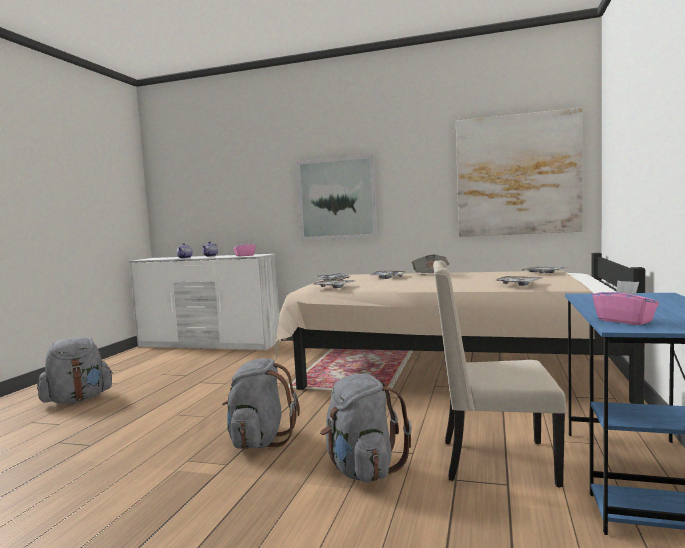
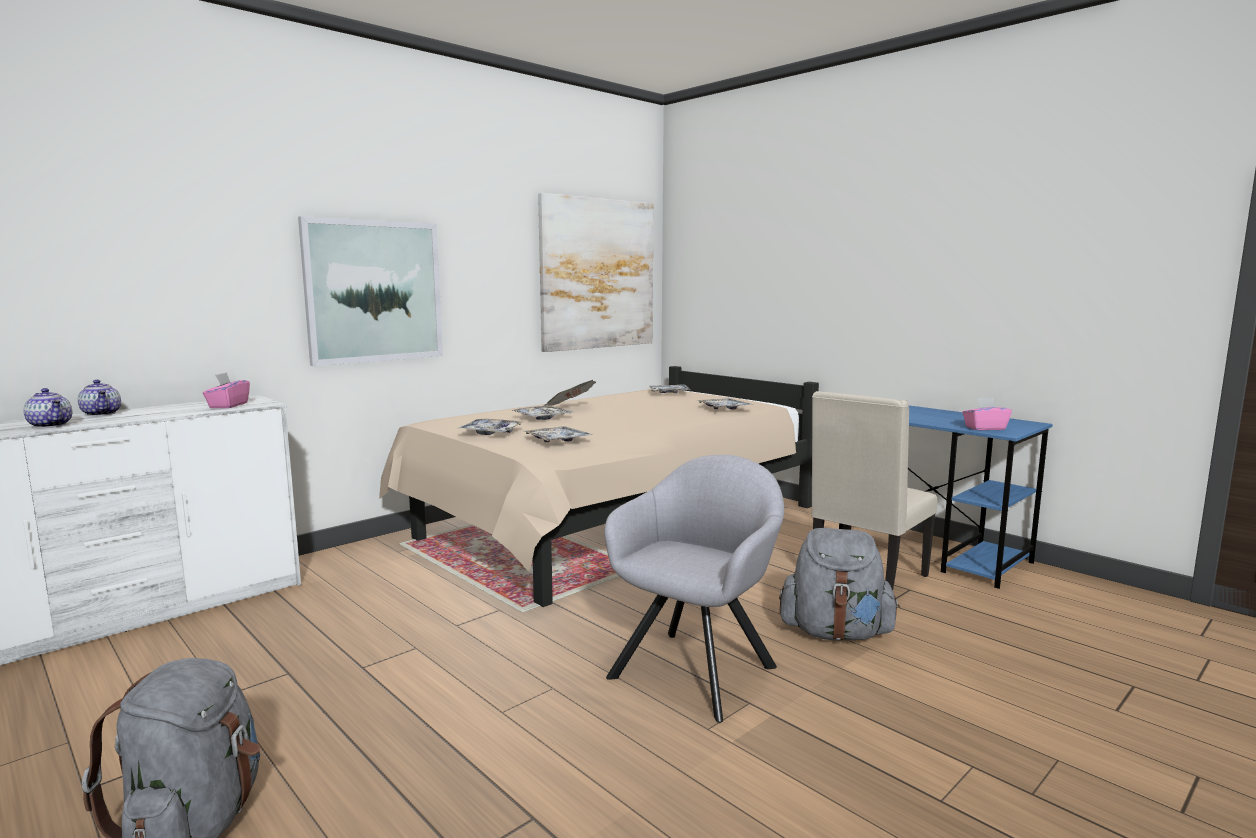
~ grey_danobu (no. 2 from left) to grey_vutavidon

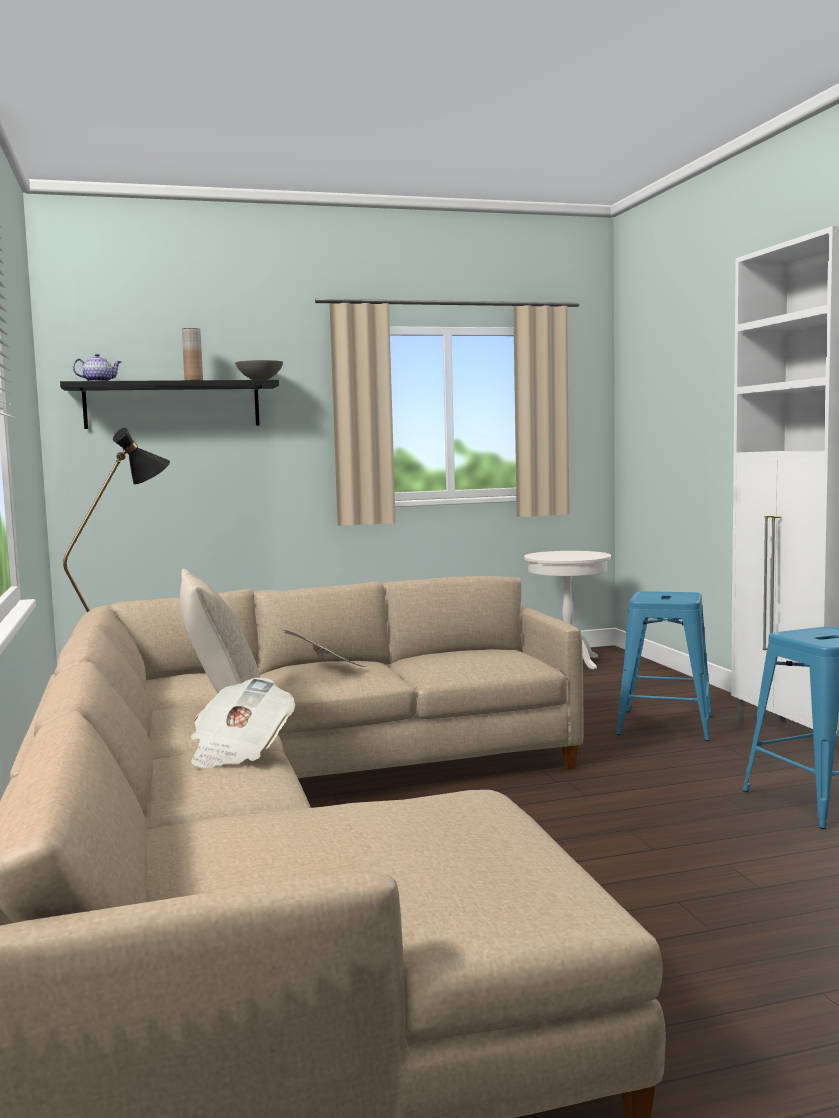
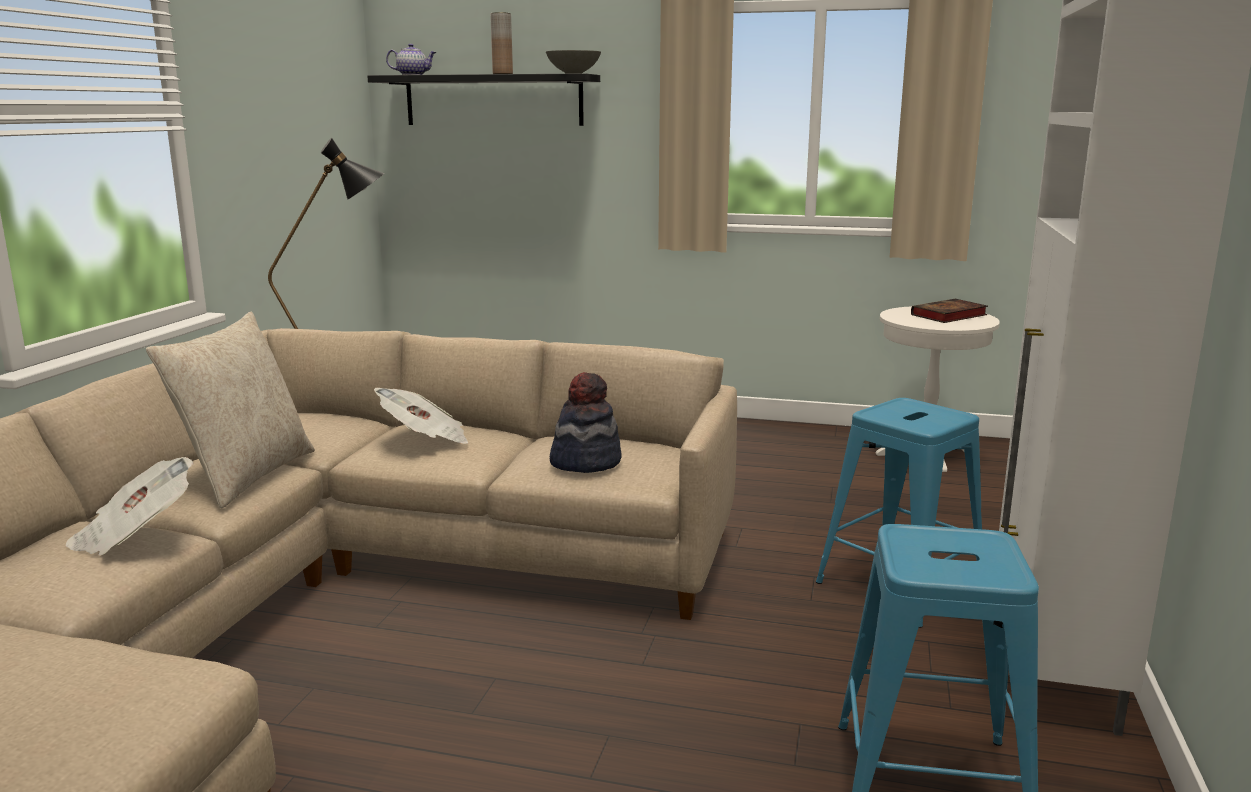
+ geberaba
+ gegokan

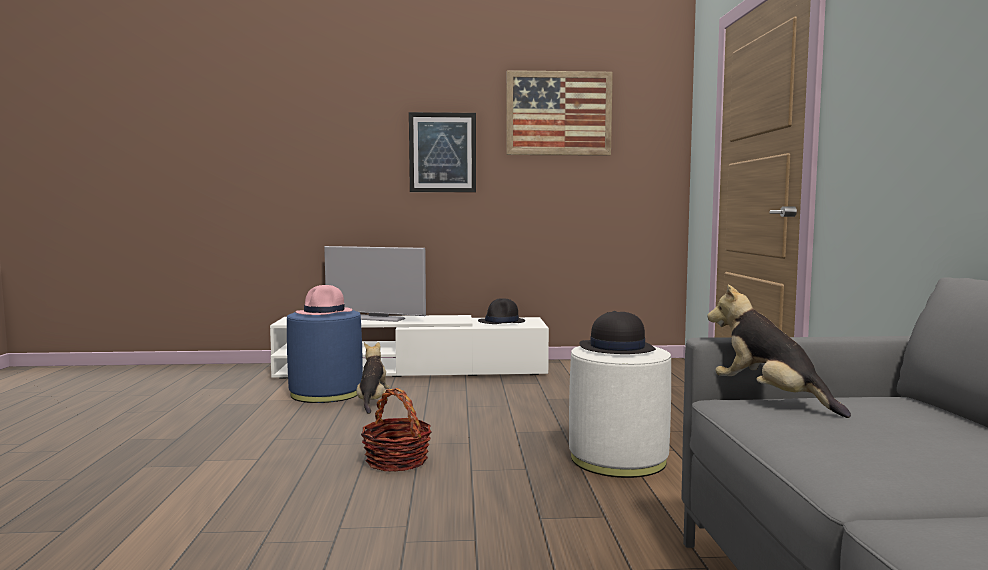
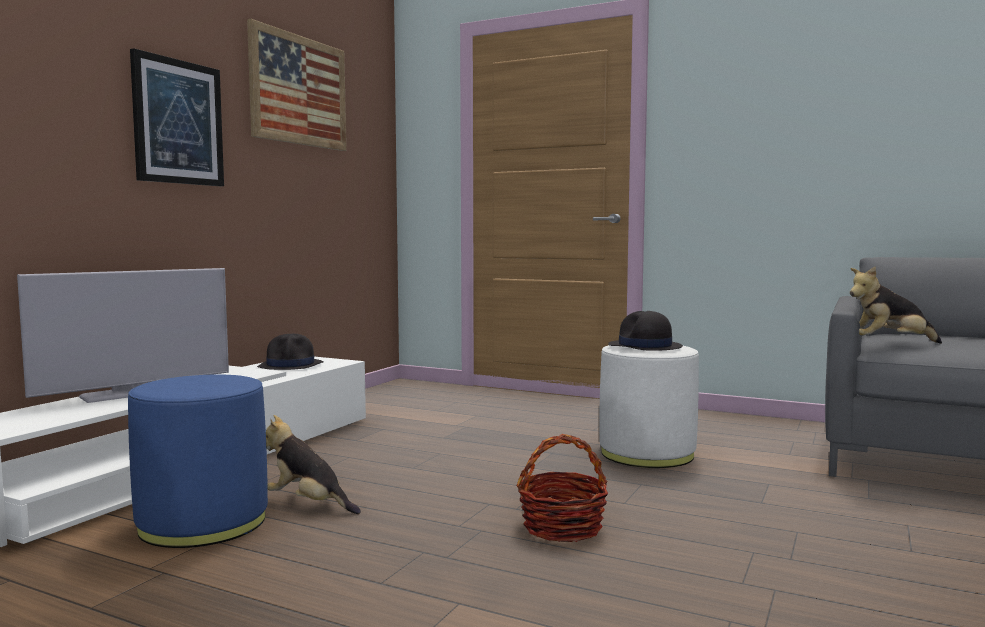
- pink_geberaba

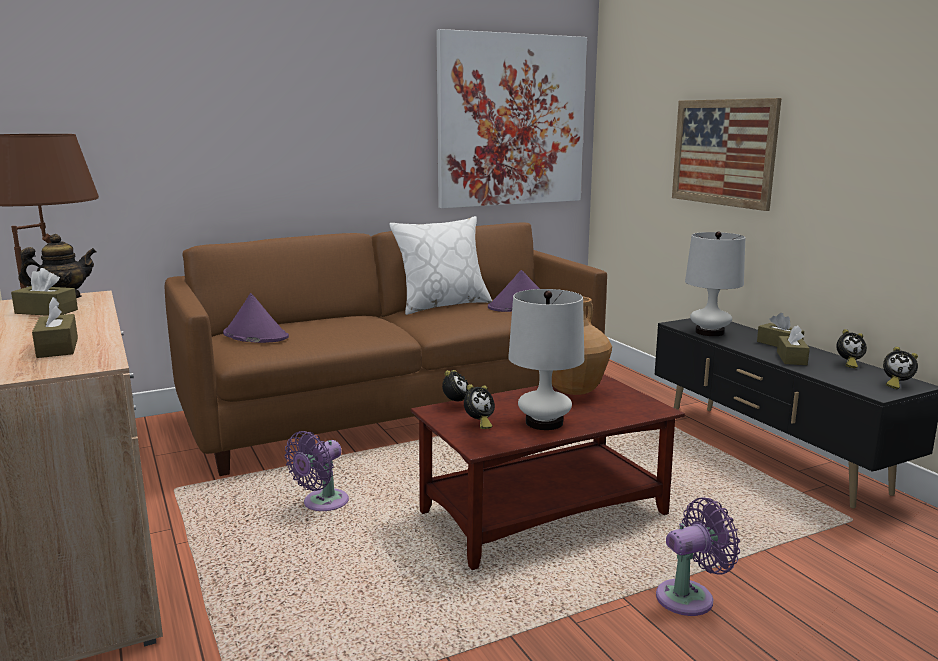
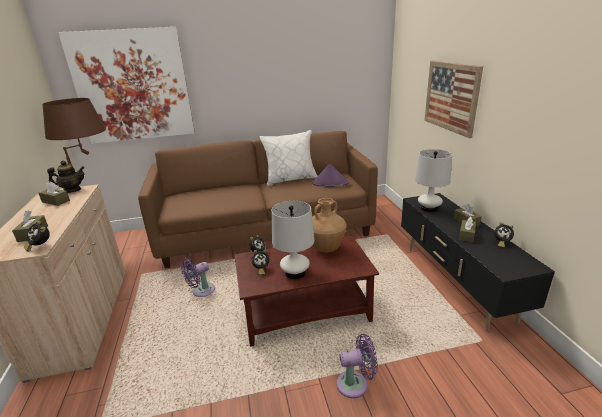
- purple_geberaba (no. 1 from left)
~ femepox (no. 1 from left)
~ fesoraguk (no. 4 from left in the first image) to fesoraguk (no. 1 from left)

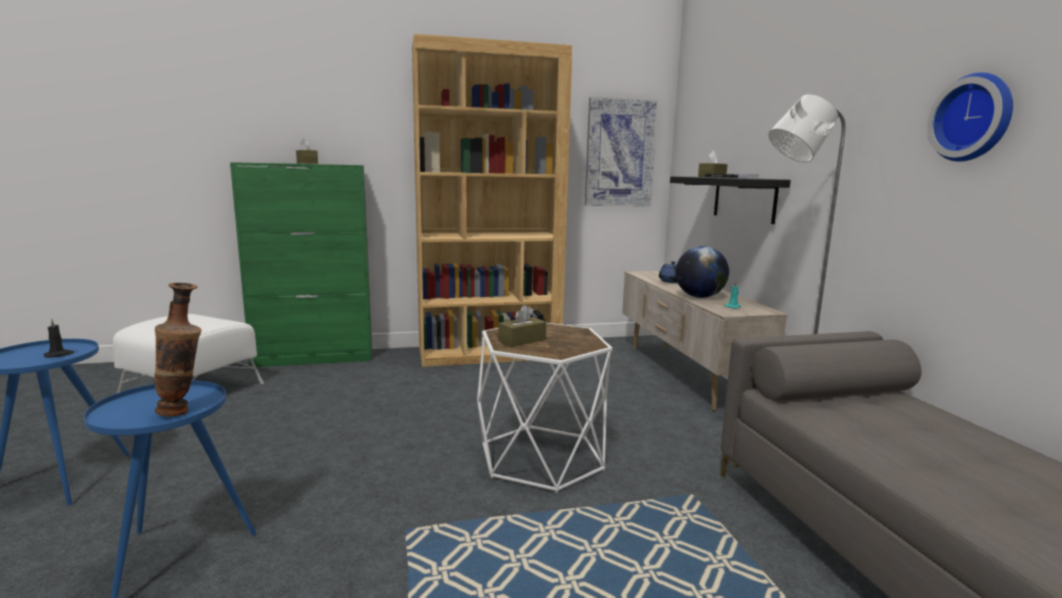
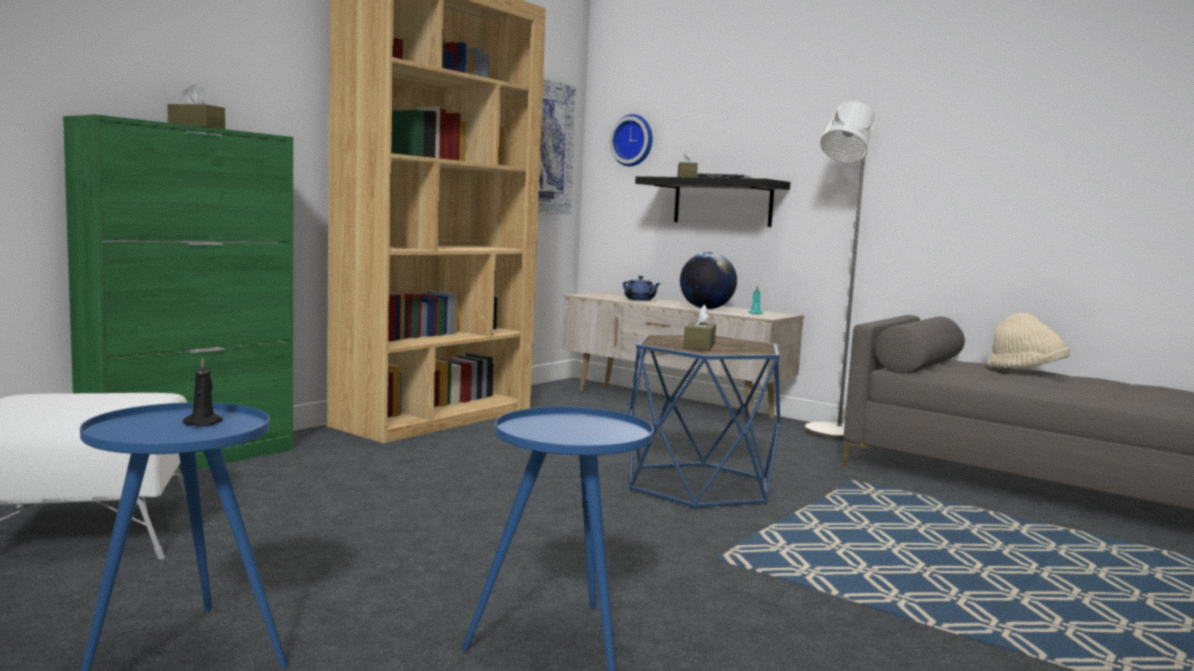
- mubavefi
+ beige_geberaba
~ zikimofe
~ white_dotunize to blue_dotunize (no. 3 from left)

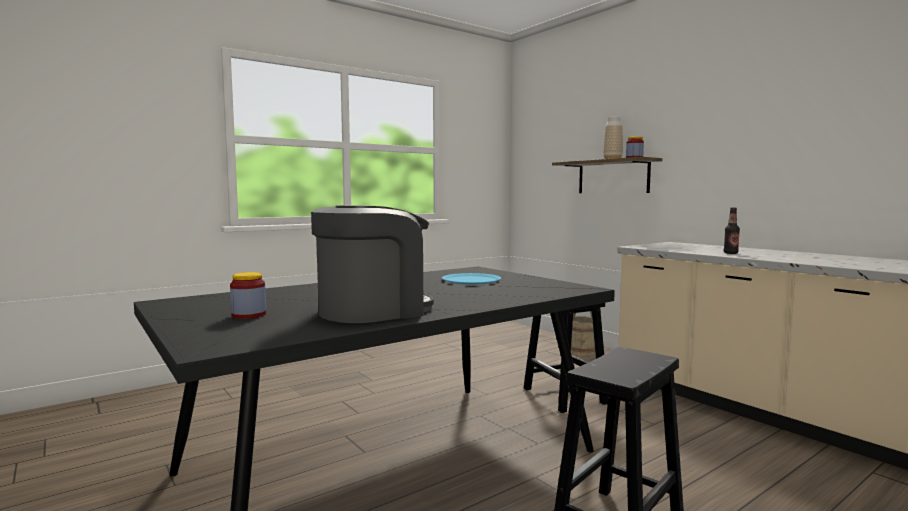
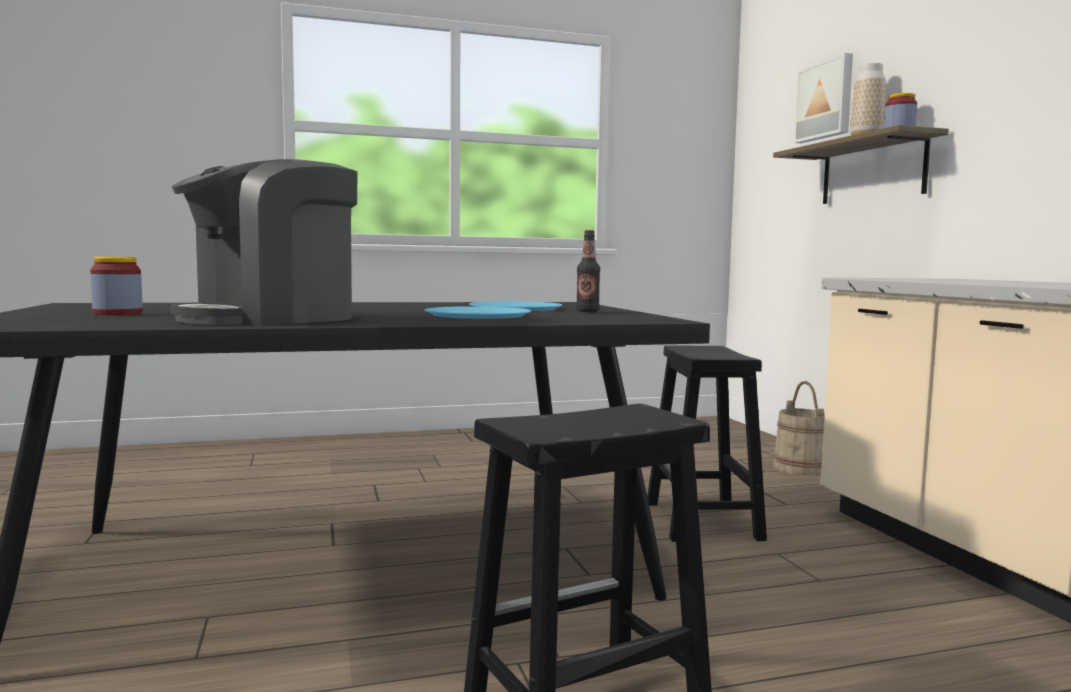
+ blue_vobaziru (no. 1 from left)
+ femepox
~ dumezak
~ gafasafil 150 degrees clockwise

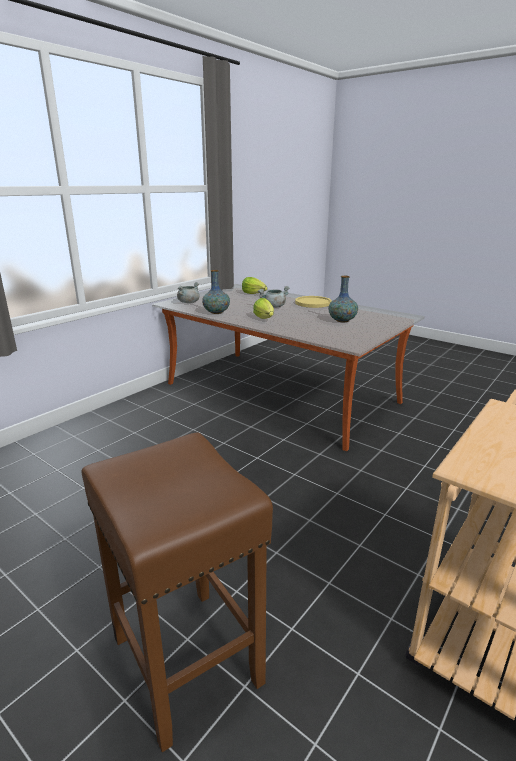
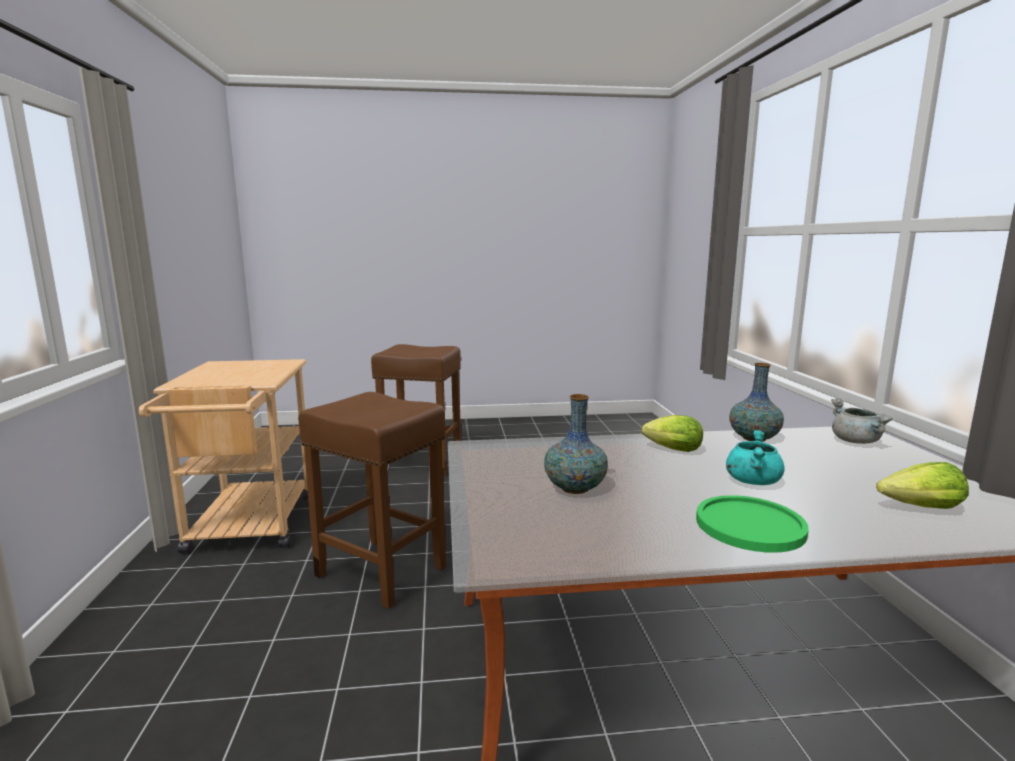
+ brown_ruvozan (no. 1 from left)
~ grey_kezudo (no. 2 from left) to turquoise_kezudo
~ yellow_vobaziru to green_vobaziru

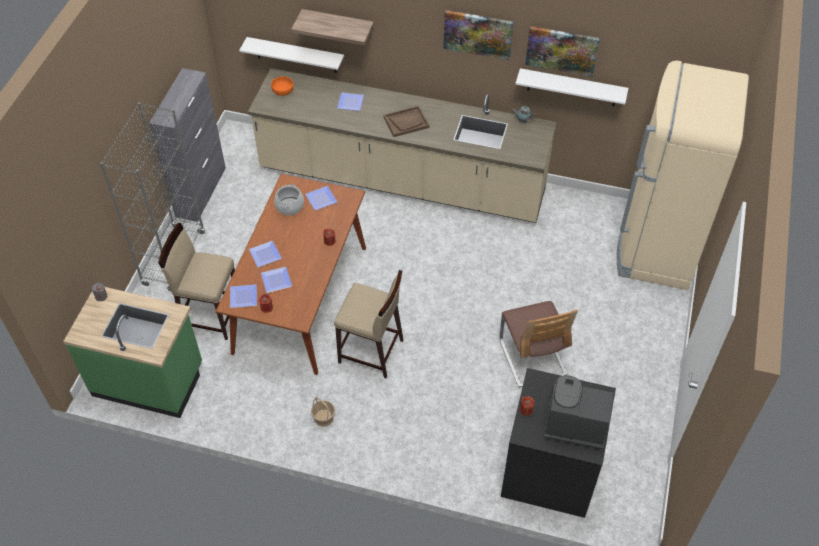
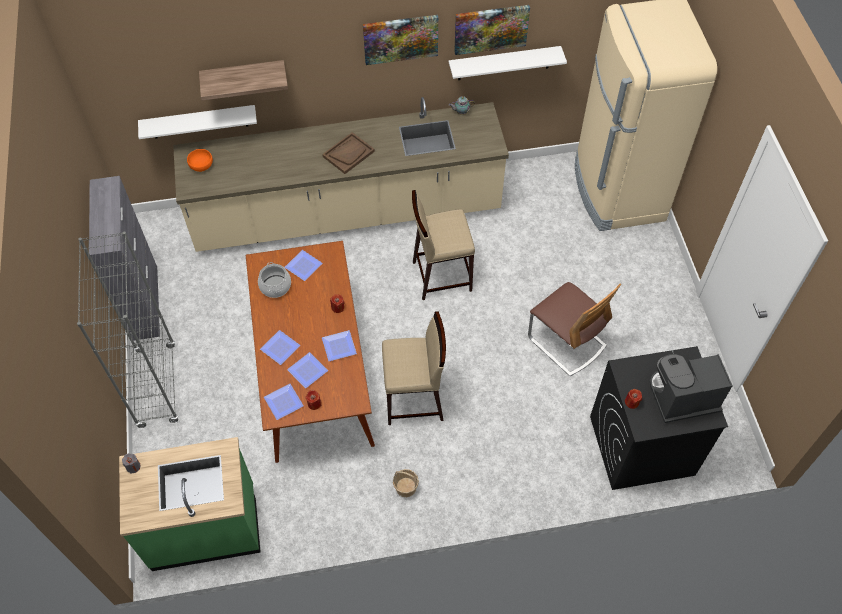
~ beige_ruvozan (no. 1 from left in the first image) to beige_ruvozan (no. 2 from left)
~ vobaziru (no. 5 from left)

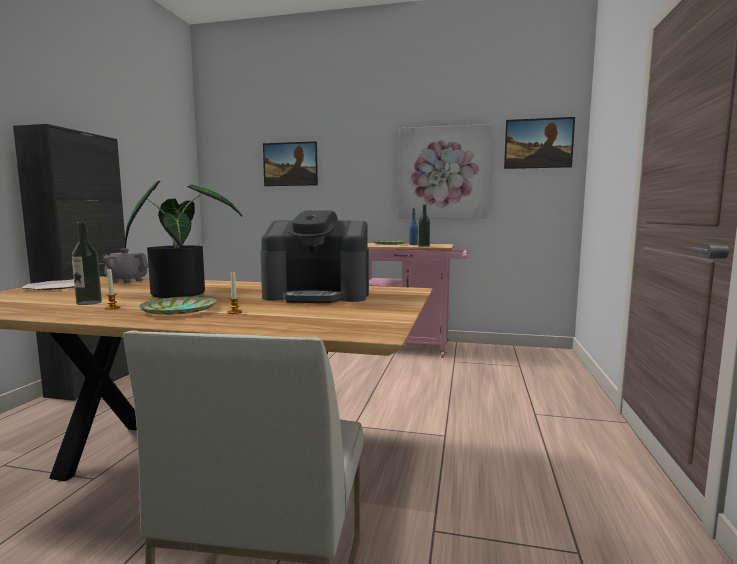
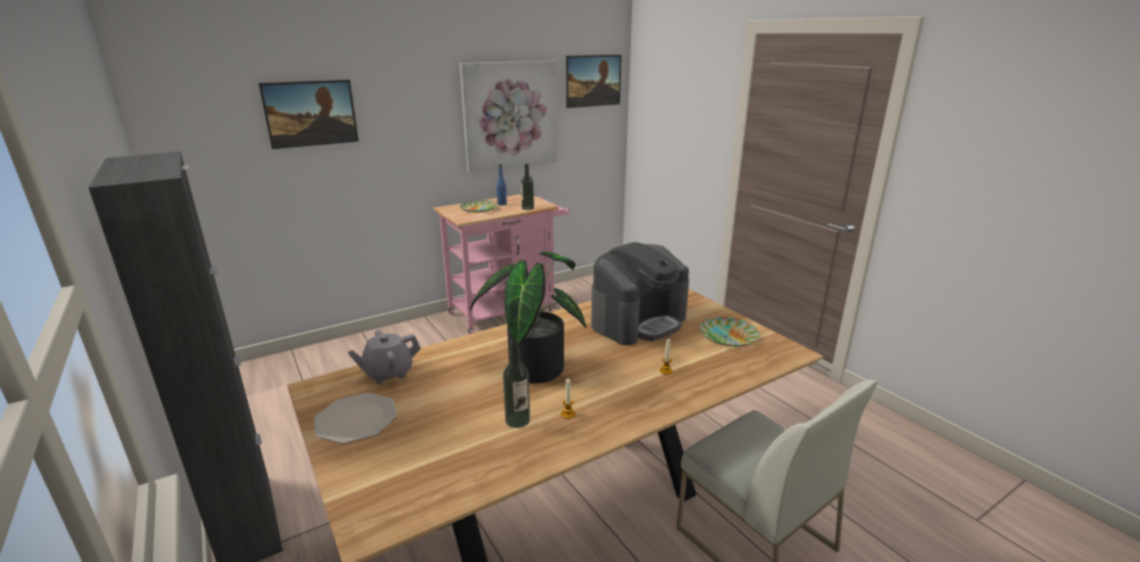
~ vobaziru (no. 2 from left in the first image) to vobaziru (no. 3 from left)

